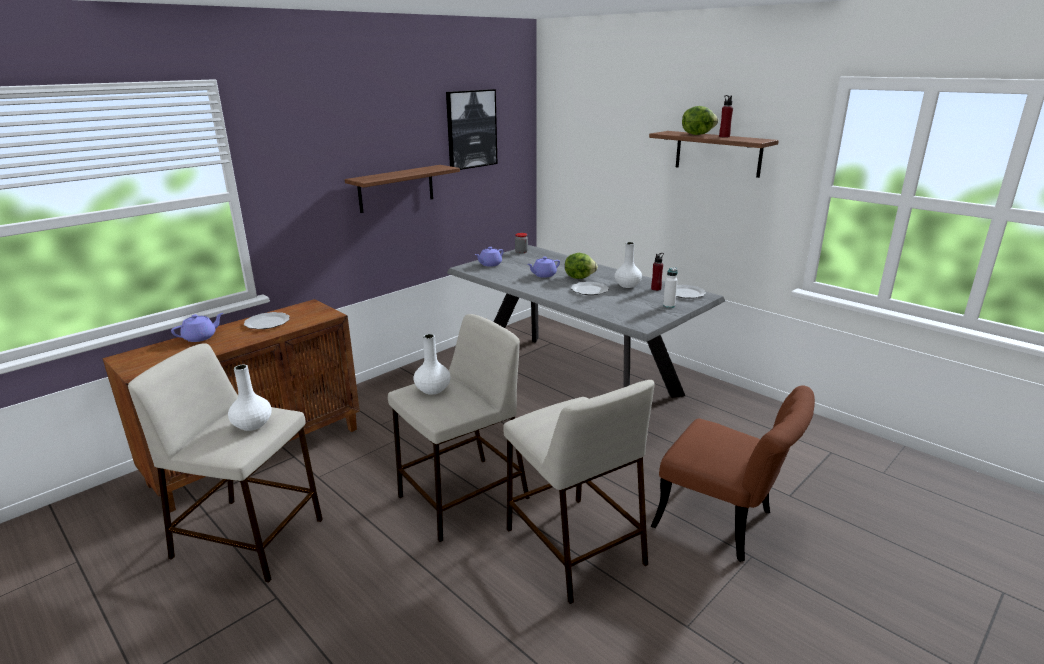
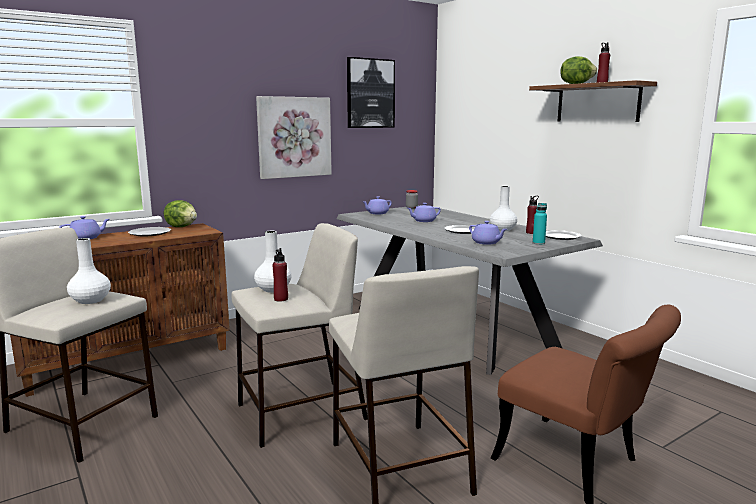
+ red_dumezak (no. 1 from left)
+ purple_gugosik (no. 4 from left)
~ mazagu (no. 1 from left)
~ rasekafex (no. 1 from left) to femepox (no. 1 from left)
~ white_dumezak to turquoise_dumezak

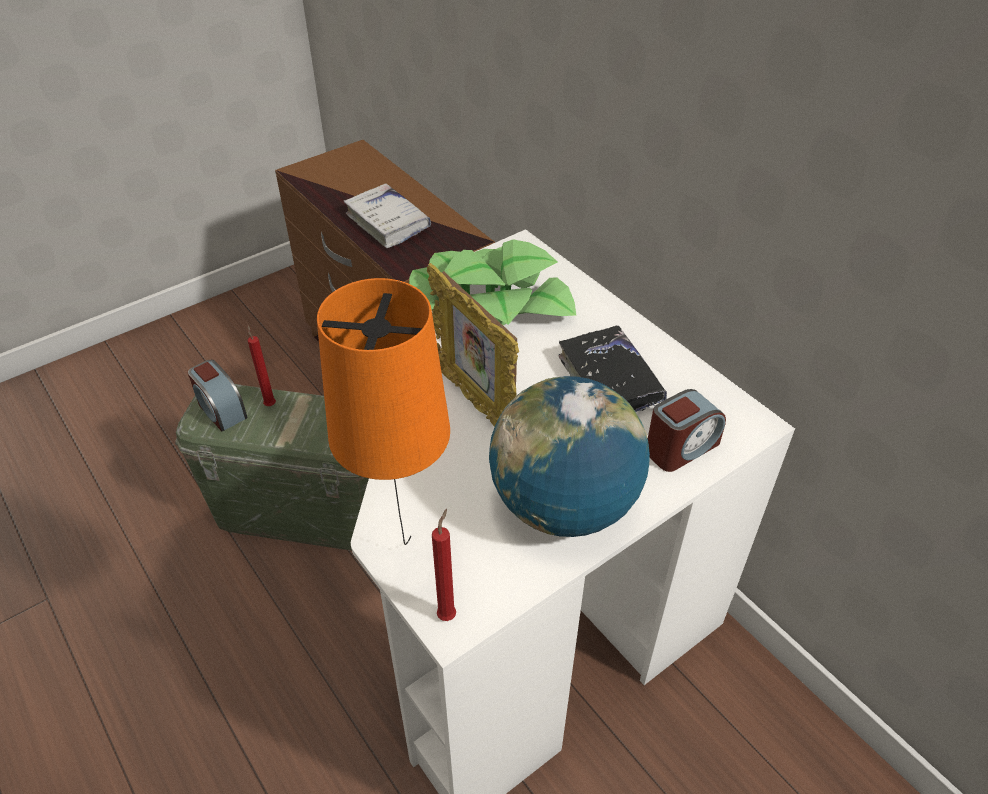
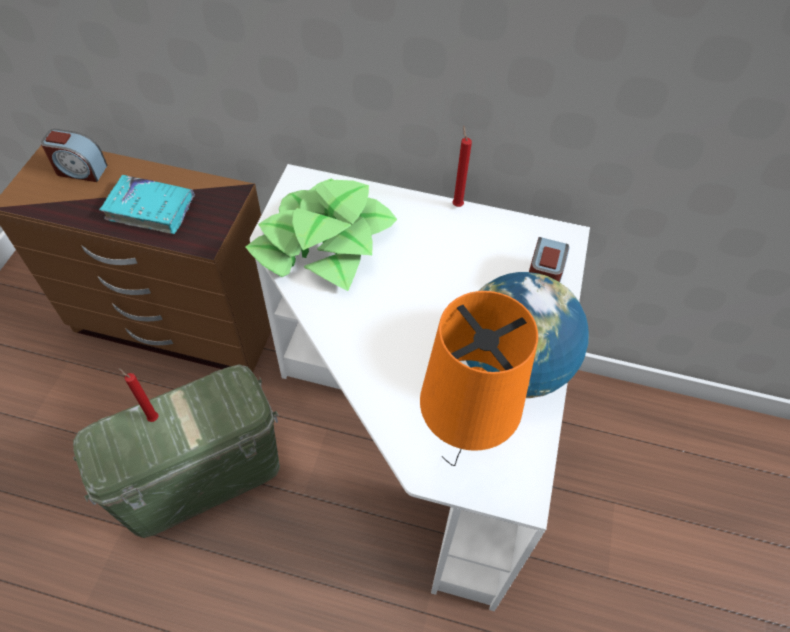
- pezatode
- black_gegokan
~ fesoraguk (no. 1 from left)
~ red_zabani (no. 2 from left)
~ white_gegokan to turquoise_gegokan

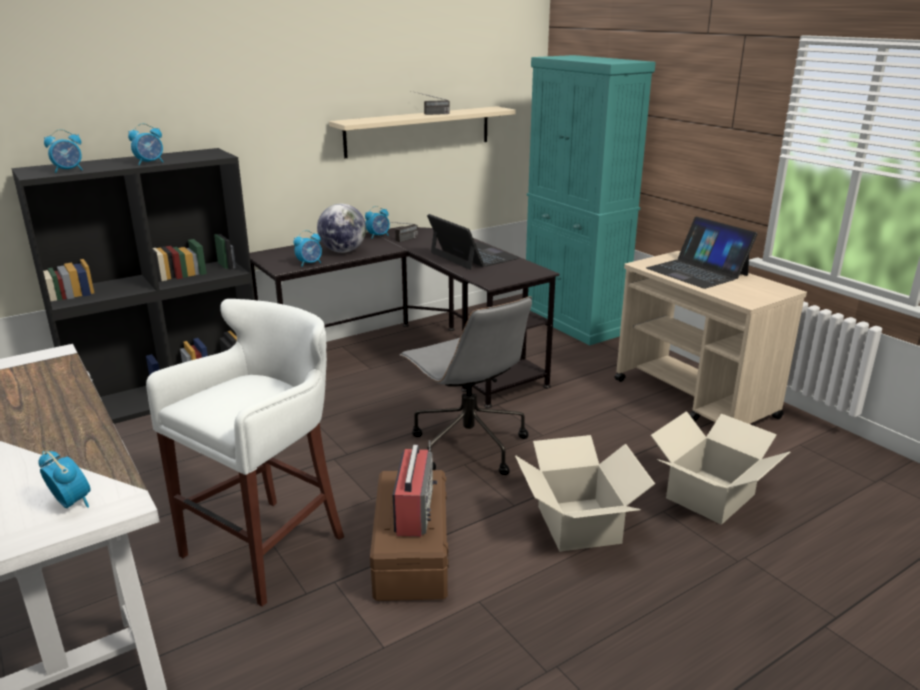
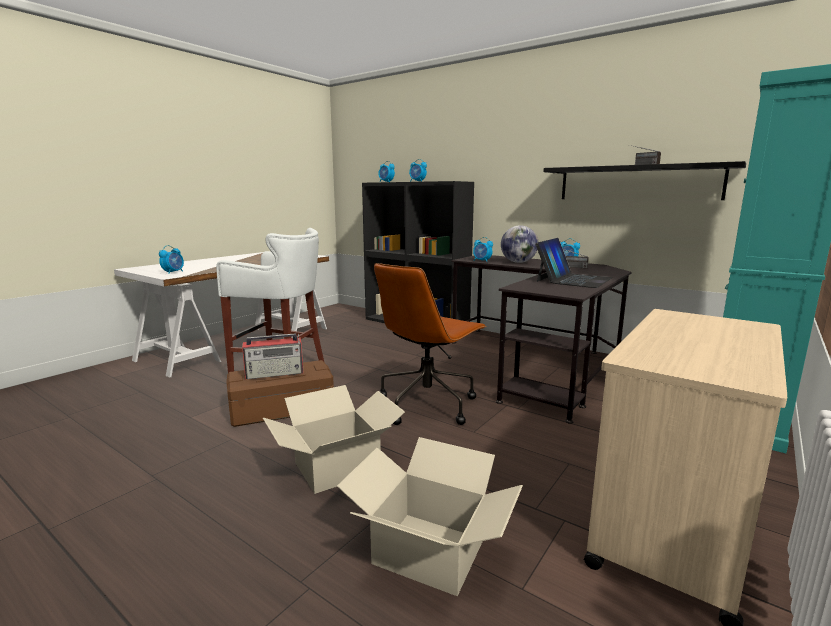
- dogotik (no. 2 from left)
~ beige_rasekafex to black_rasekafex
~ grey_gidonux to brown_gidonux

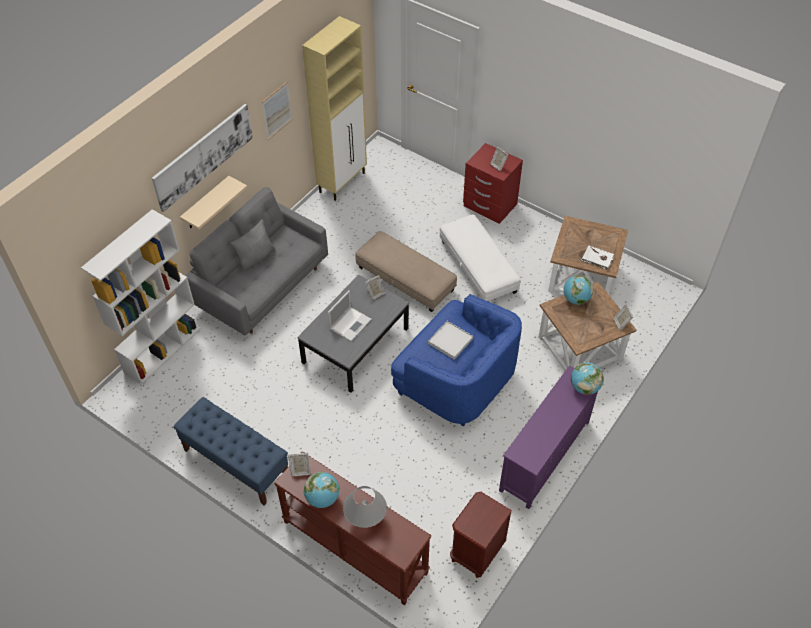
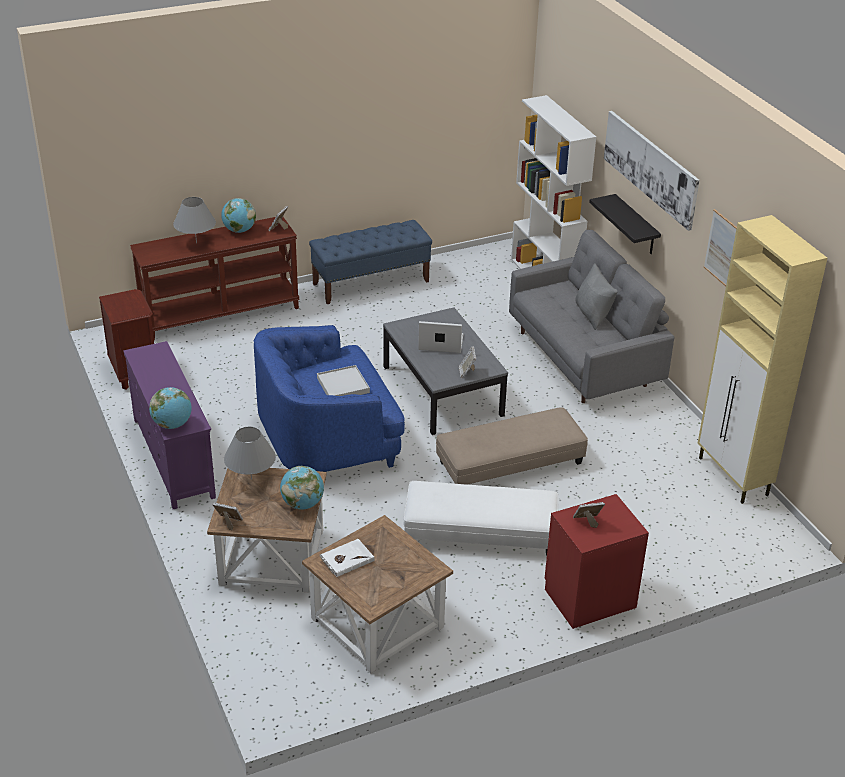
+ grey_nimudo (no. 2 from left)
~ beige_rasekafex to black_rasekafex
~ dogotik 120 degrees clockwise

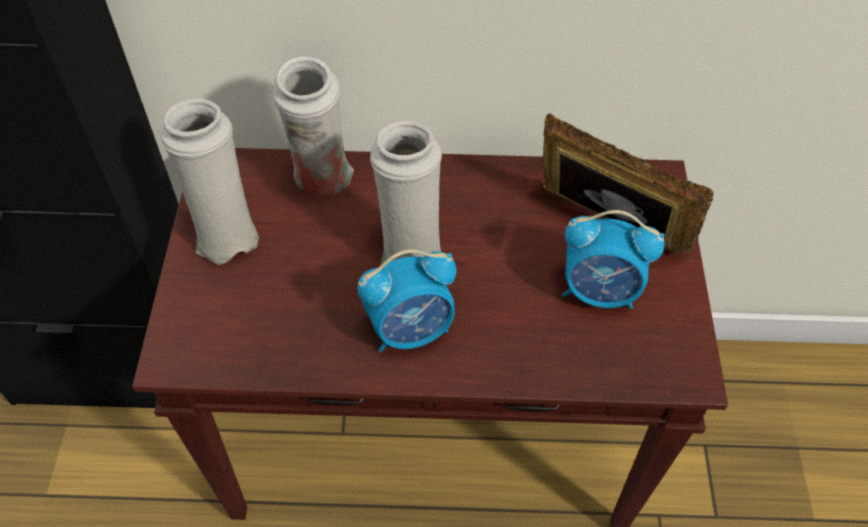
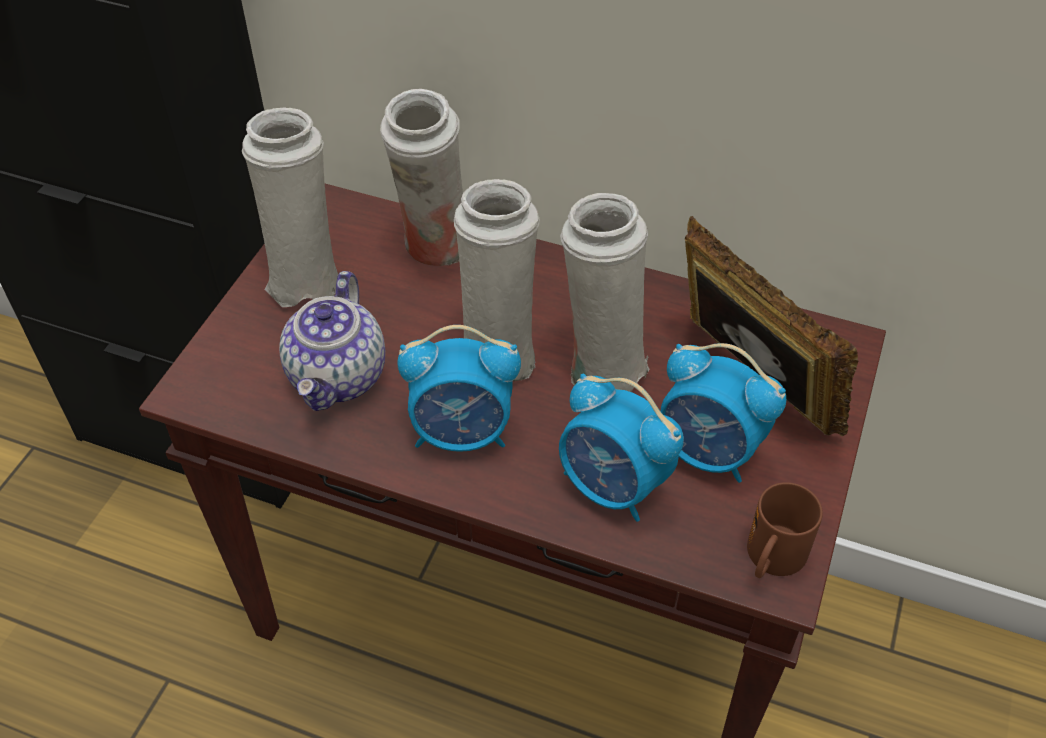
+ gugosik
+ fesoraguk (no. 2 from left)
+ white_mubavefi (no. 4 from left)
+ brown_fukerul

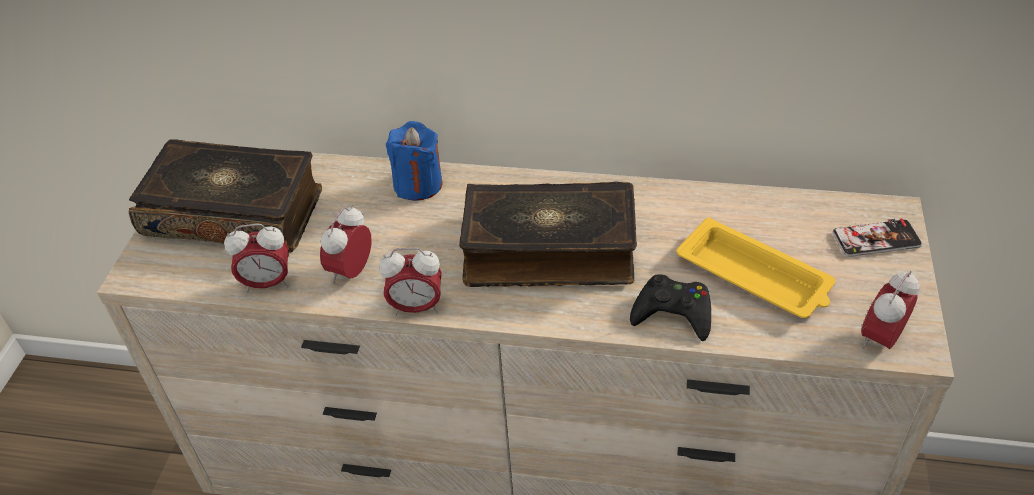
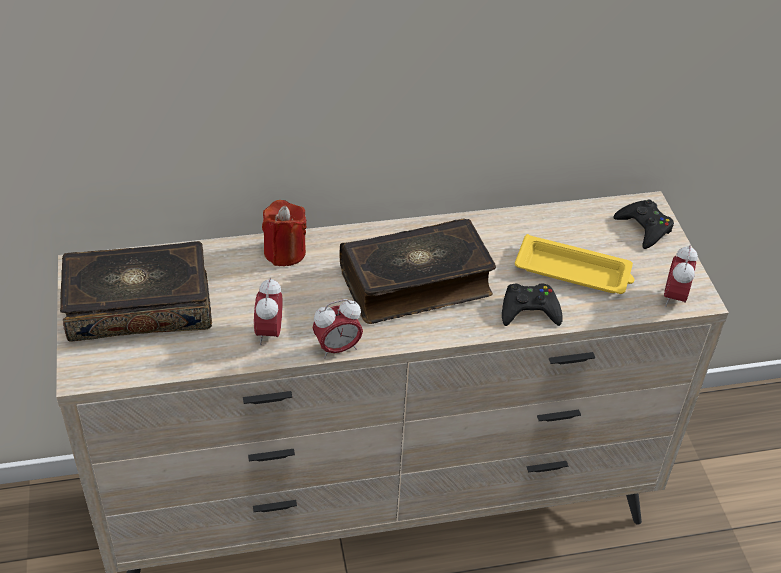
- fesoraguk (no. 1 from left)
~ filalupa to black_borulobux (no. 2 from left)
~ blue_zabani to red_zabani

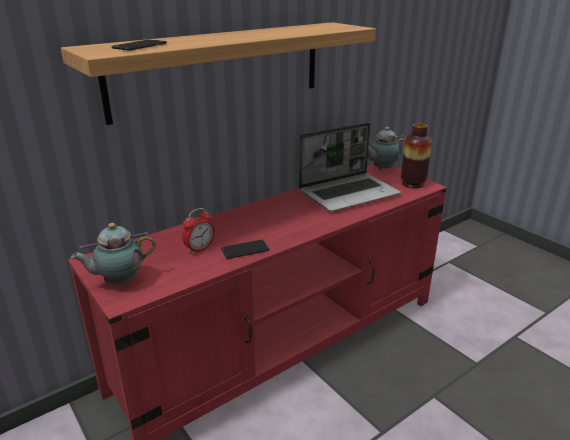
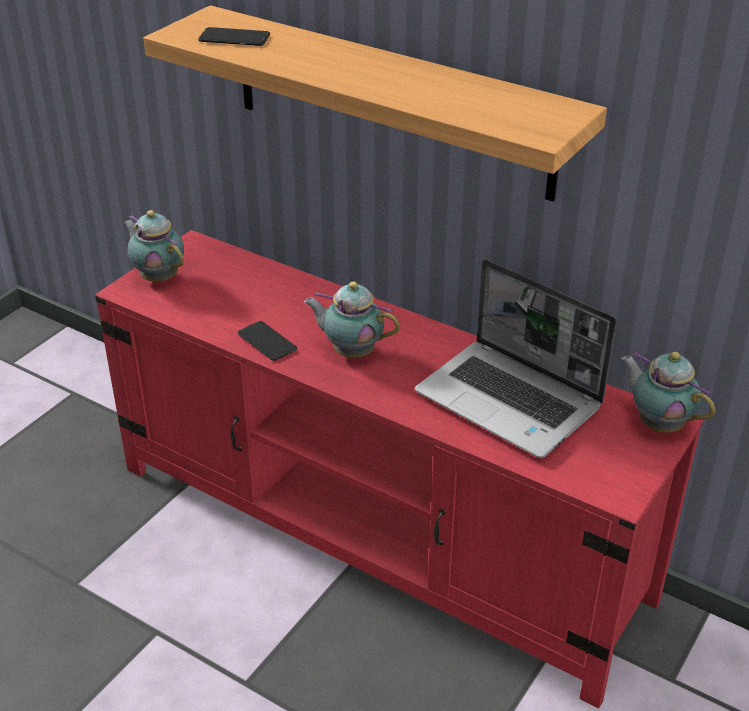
- fesoraguk
- mubavefi
+ gugosik (no. 2 from left)

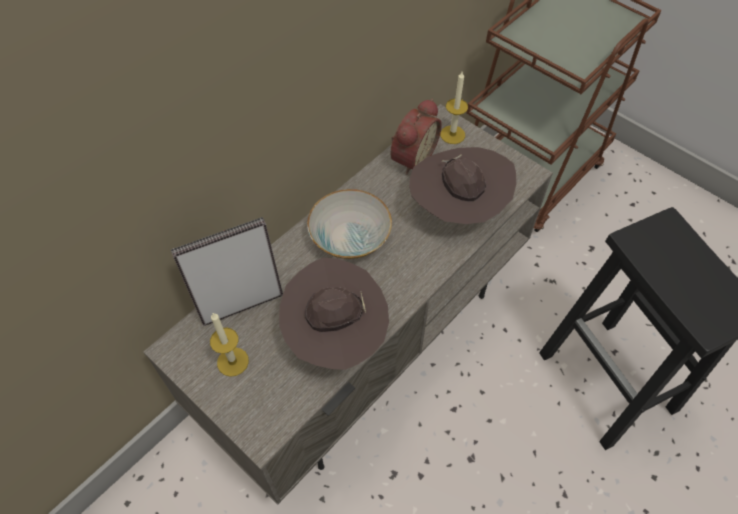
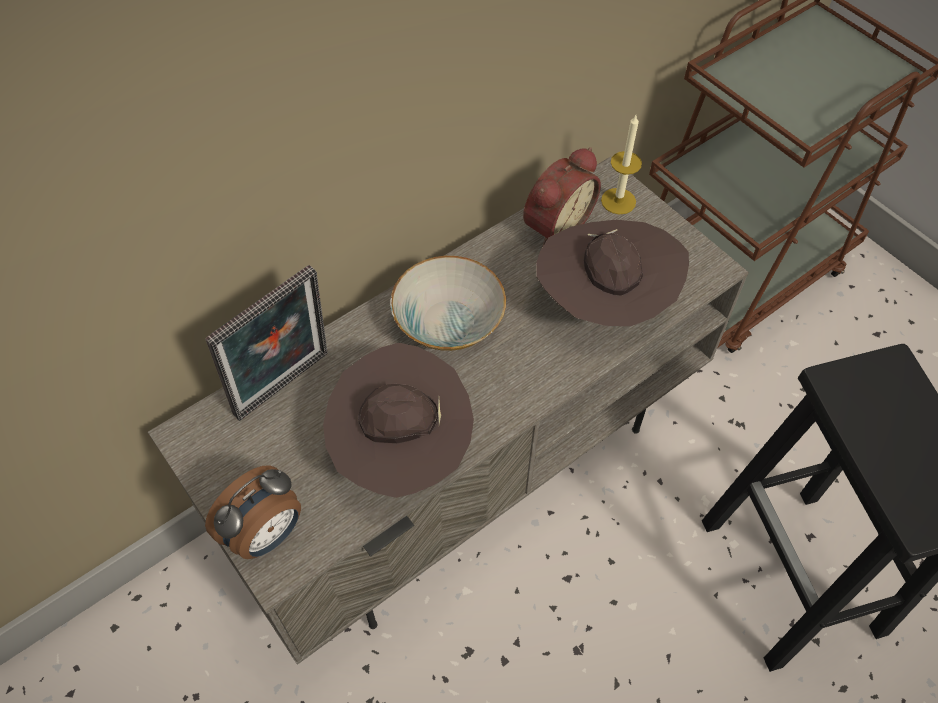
- zabani (no. 1 from left)
+ fesoraguk (no. 1 from left)
~ pezatode 150 degrees clockwise

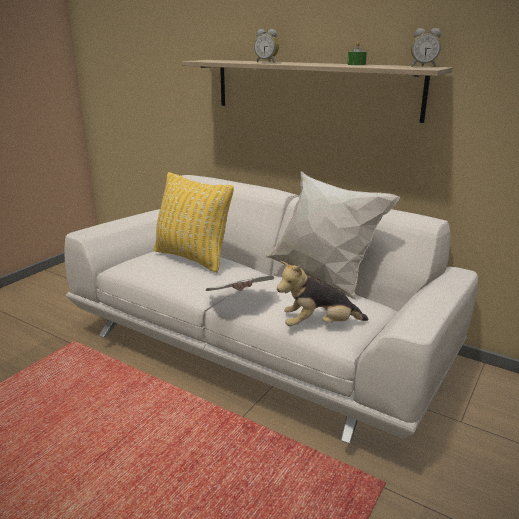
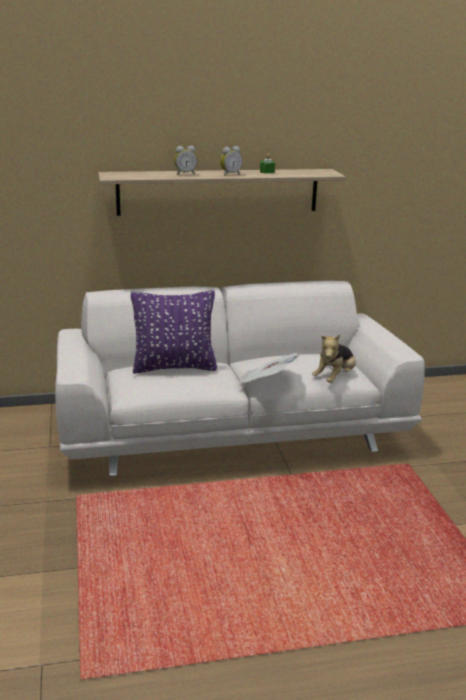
- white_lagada
~ fesoraguk (no. 2 from left)
~ yellow_lagada to purple_lagada

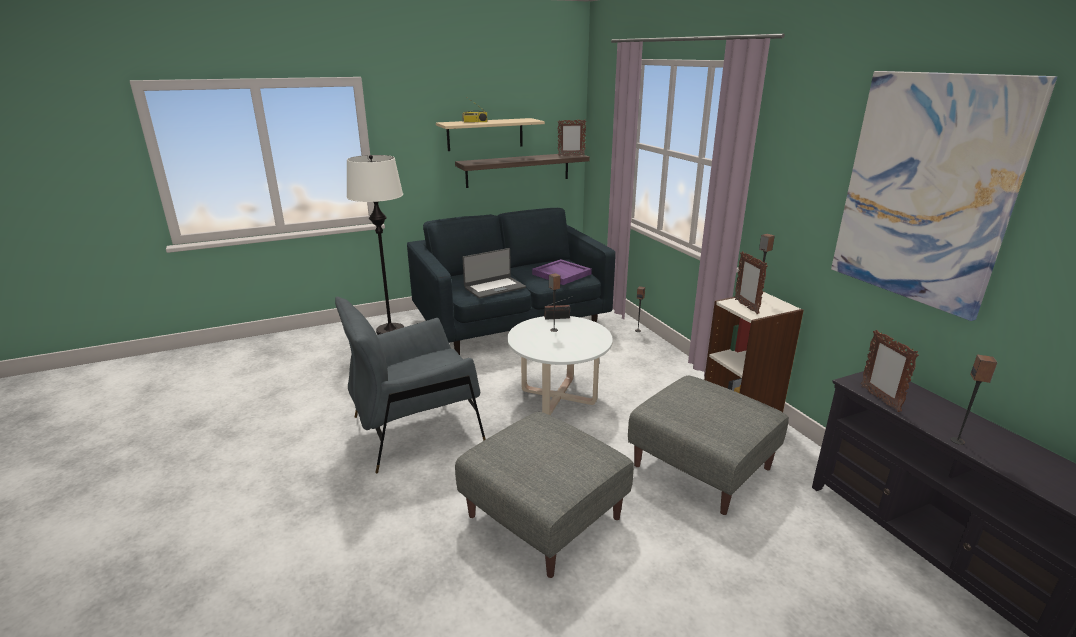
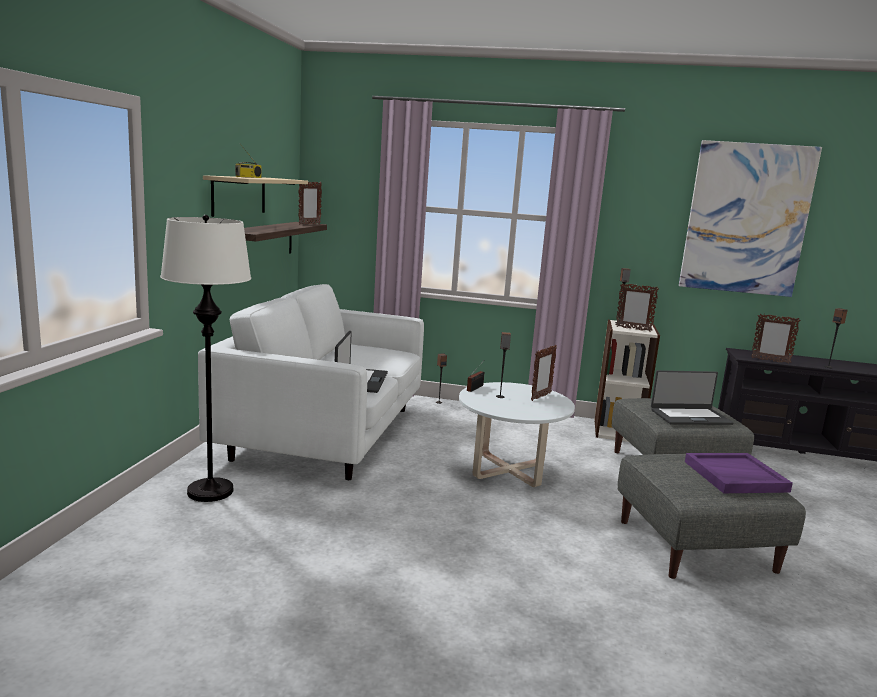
- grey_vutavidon
+ pezatode (no. 2 from left)
+ dogotik (no. 2 from left)
~ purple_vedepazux
~ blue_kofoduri to white_kofoduri

